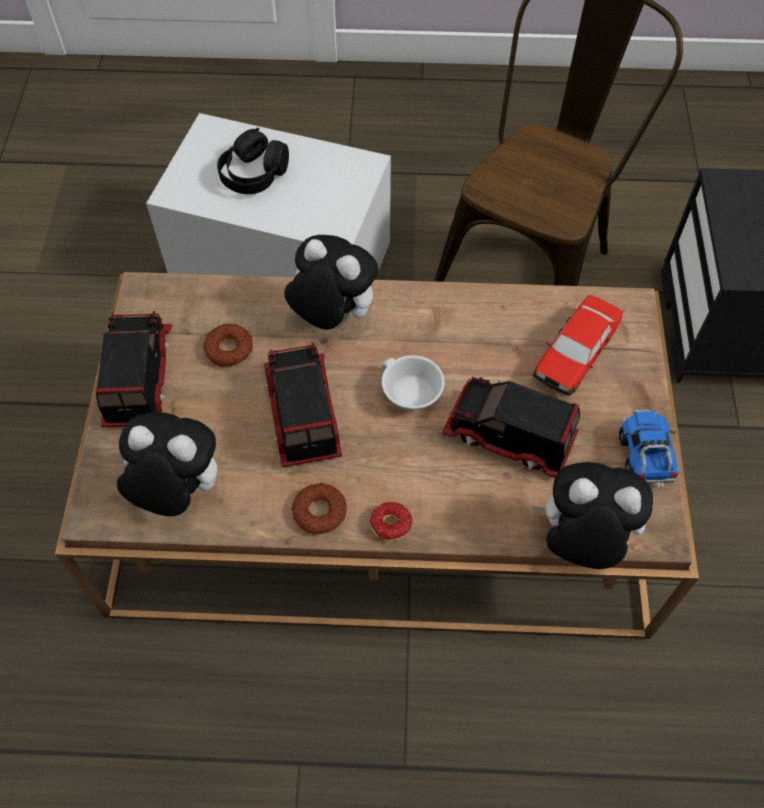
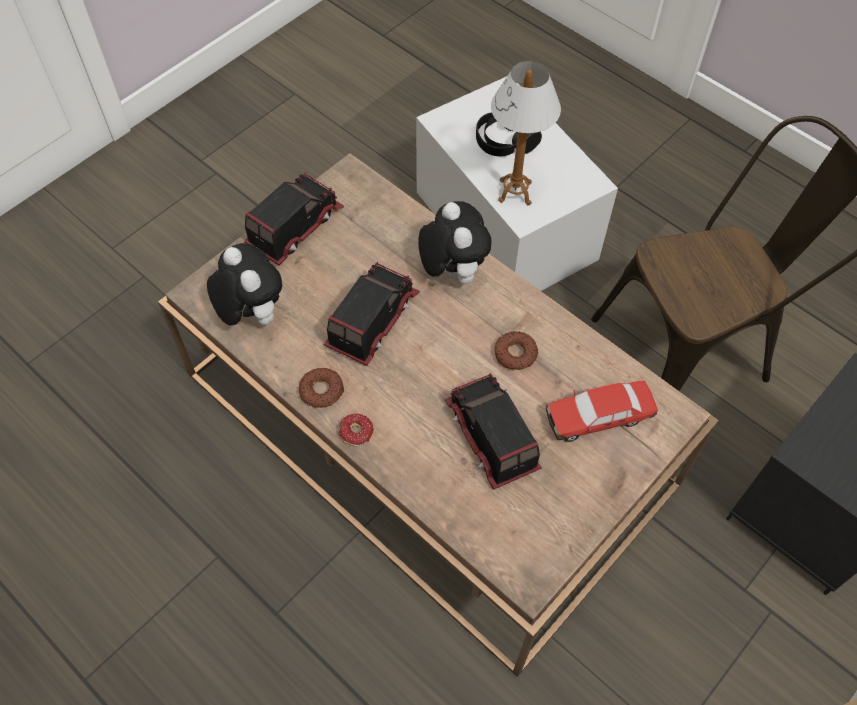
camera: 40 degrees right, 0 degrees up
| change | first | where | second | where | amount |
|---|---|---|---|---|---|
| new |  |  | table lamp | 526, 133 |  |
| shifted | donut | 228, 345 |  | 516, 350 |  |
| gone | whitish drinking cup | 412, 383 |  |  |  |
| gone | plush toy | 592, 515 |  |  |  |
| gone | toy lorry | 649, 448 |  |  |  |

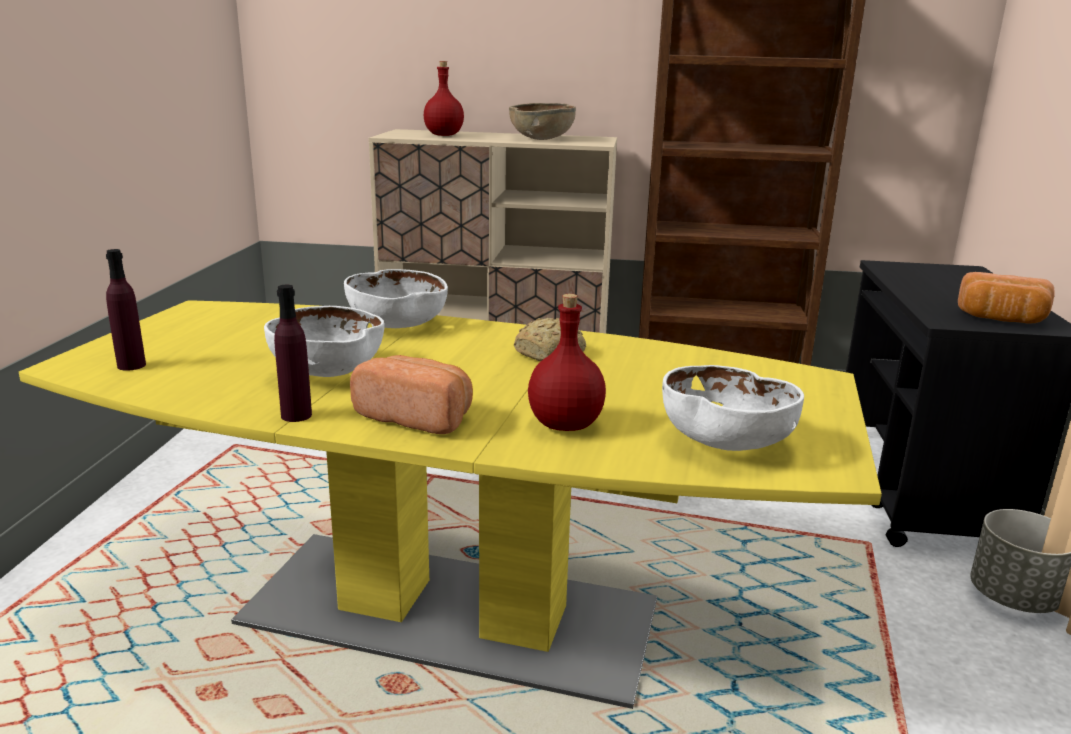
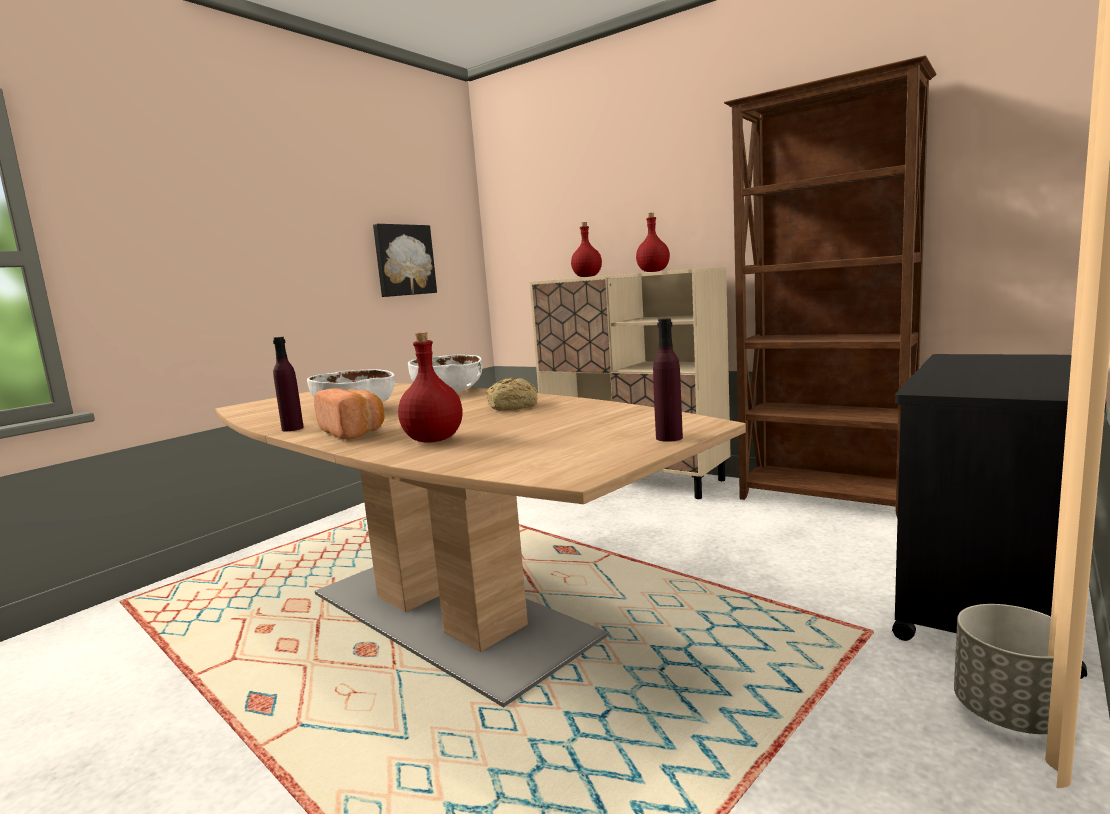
camera: 30 degrees right, 10 degrees down
| change | first | where | second | where | amount |
|---|---|---|---|---|---|
| repainted | yellow-coloured dining table | 450, 504 | brown dining table | 480, 545 |  |
| new |  |  | picture | 405, 260 |  |
| swapped | brown bowl | 542, 121 | red-coloured drink bottle | 653, 242 |  |
| shifted | purple drink bottle | 126, 310 |  | 668, 380 |  |
| gone | whitish bowl | 733, 408 |  |  |  |
| gone | bakery bread | 1006, 298 |  |  |  |

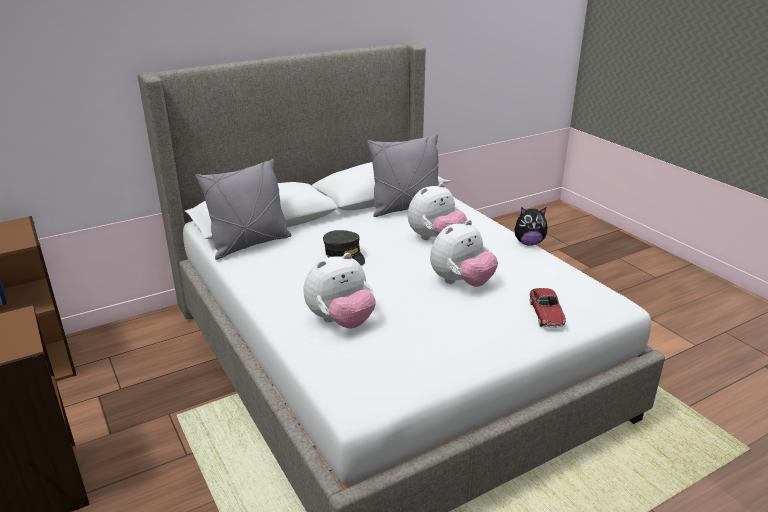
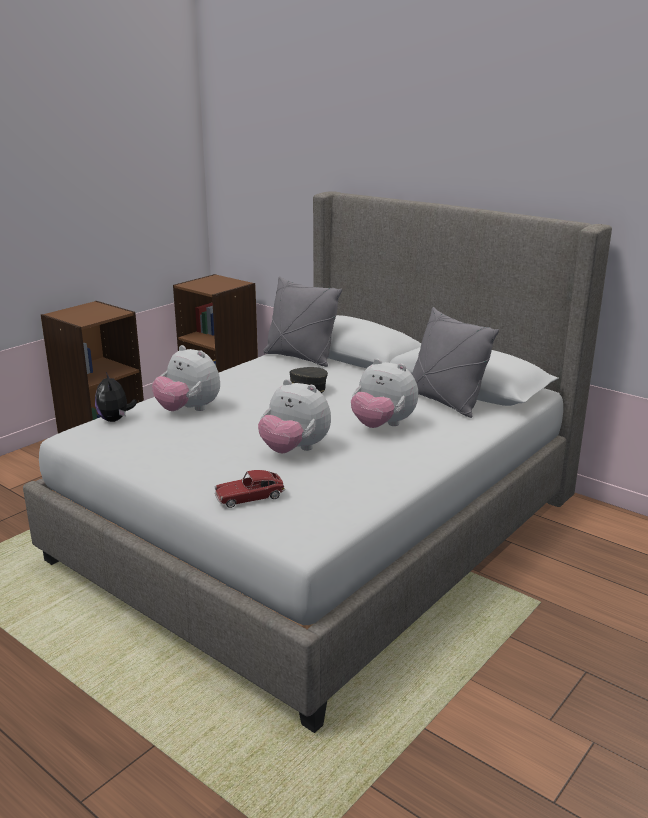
camera: 70 degrees right, 5 degrees down
| change | first | where | second | where | amount |
|---|---|---|---|---|---|
| shifted | plush toy | 531, 226 |  | 116, 397 |  |

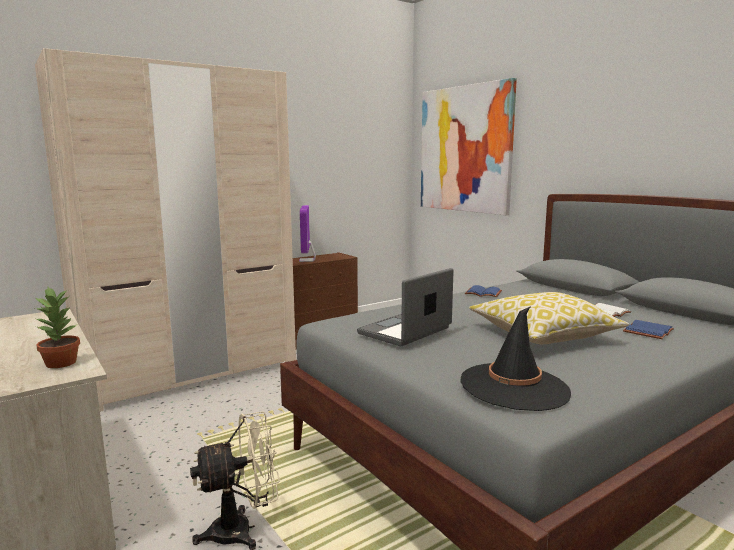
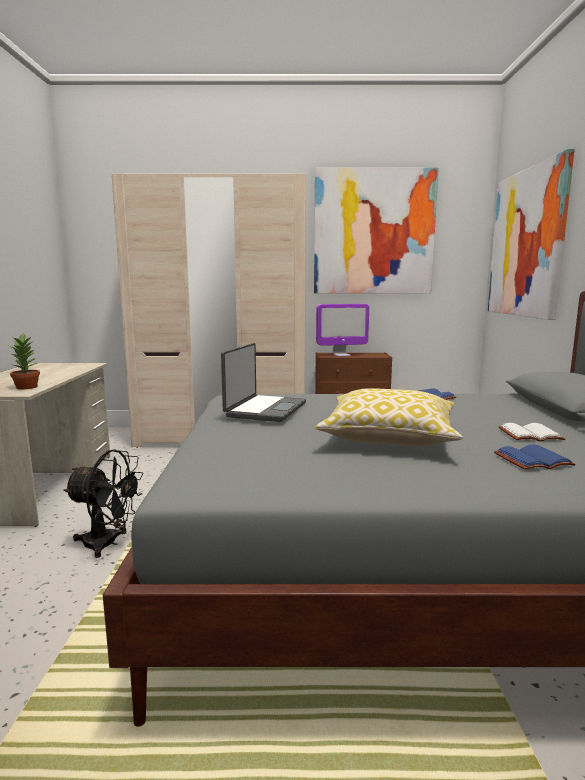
camera: 35 degrees right, 0 degrees up
| change | first | where | second | where | amount |
|---|---|---|---|---|---|
| repainted | beige cooling fan | 235, 480 | blackish cooling fan | 103, 504 |  |
| rotated | portable computer | 405, 307 |  | 263, 382 | 120 degrees clockwise |
| new |  |  | picture | 376, 230 |  |
| rotated | computer screen | 307, 233 |  | 342, 330 | 135 degrees counterclockwise |
| gone | blackish hat | 515, 358 |  |  |  |

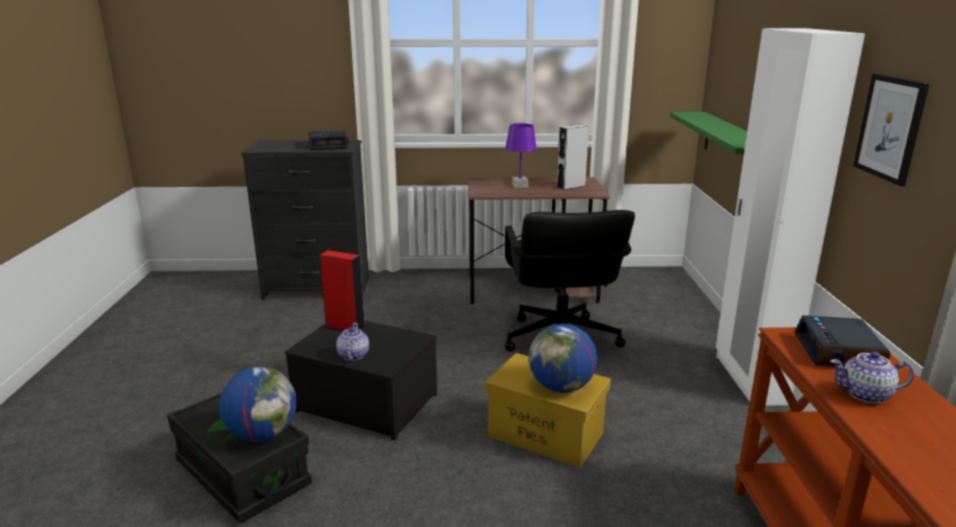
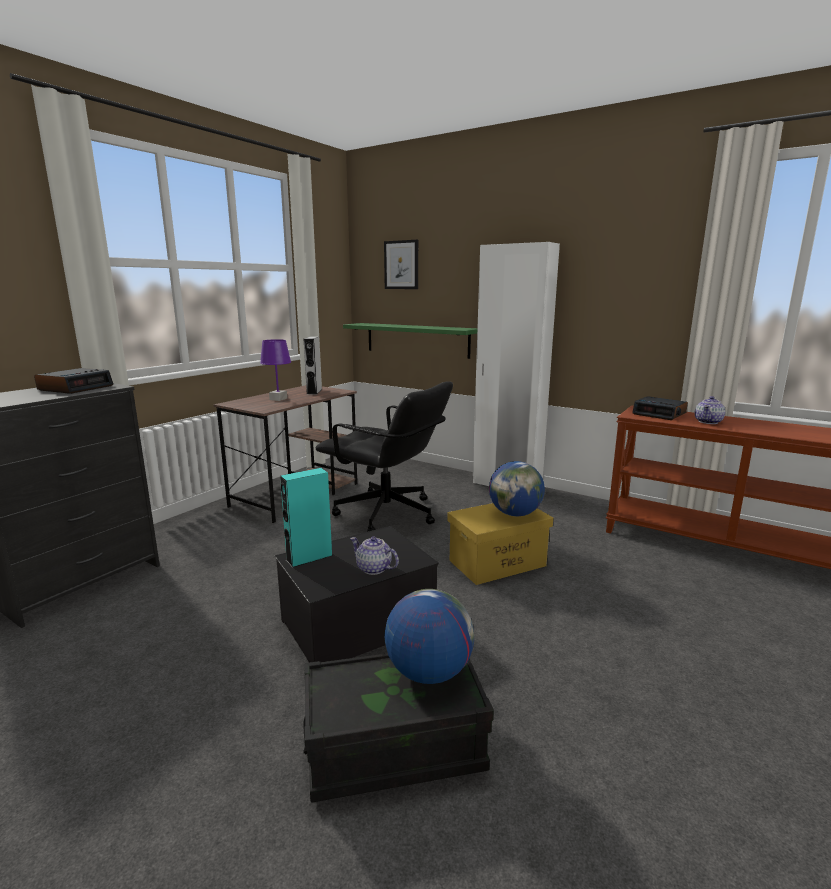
camera: 55 degrees left, 5 degrees down
| change | first | where | second | where | amount |
|---|---|---|---|---|---|
| repainted | red-coloured loudspeaker | 342, 290 | turquoise loudspeaker | 306, 518 |  |
| shifted | picture | 891, 130 |  | 401, 264 |  |

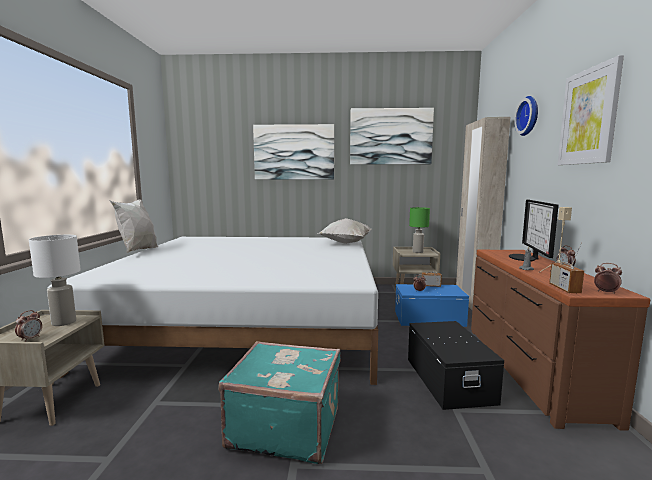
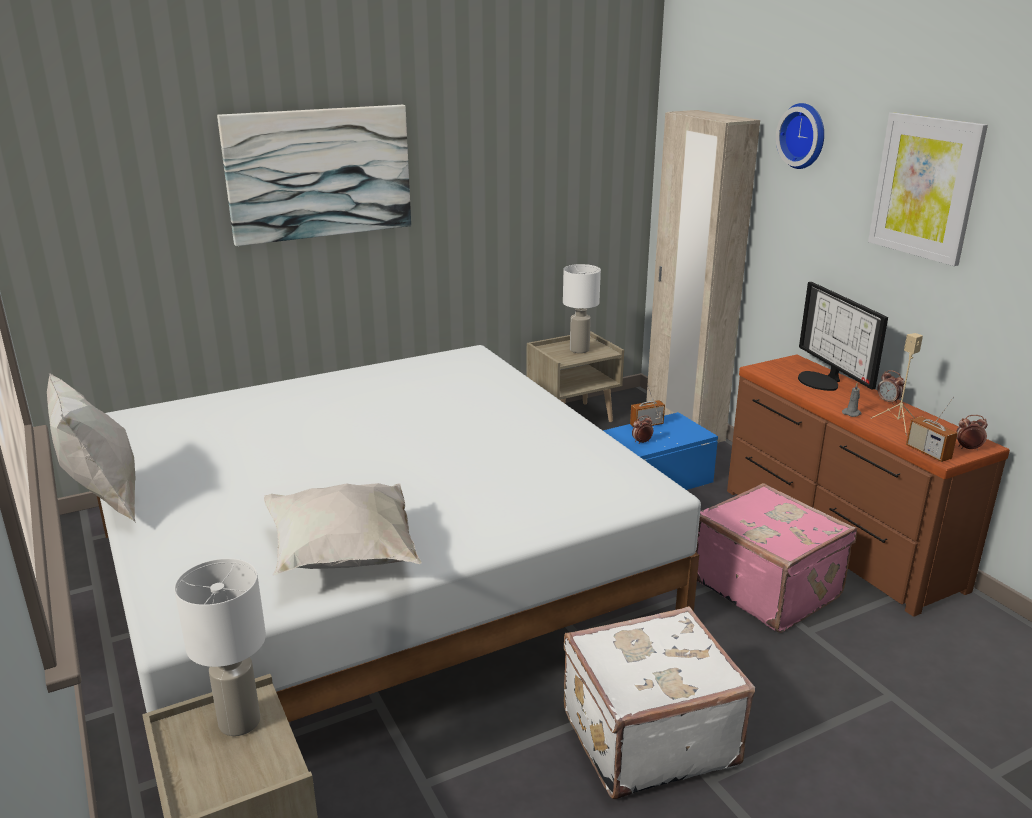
camera: 30 degrees left, 15 degrees up
| change | first | where | second | where | amount |
|---|---|---|---|---|---|
| shifted | whitish cushion | 344, 231 |  | 343, 529 |  |
| repainted | greenish table lamp | 419, 230 | whitish table lamp | 582, 308 |  |
| repainted | turquoise travel case | 280, 402 | whitish travel case | 659, 702 |  |
| swapped | blackish storage box | 456, 365 | pinkish travel case | 776, 558 |  |
| gone | bedside clock | 28, 326 |  |  |  |
| gone | picture | 392, 136 |  |  |  |

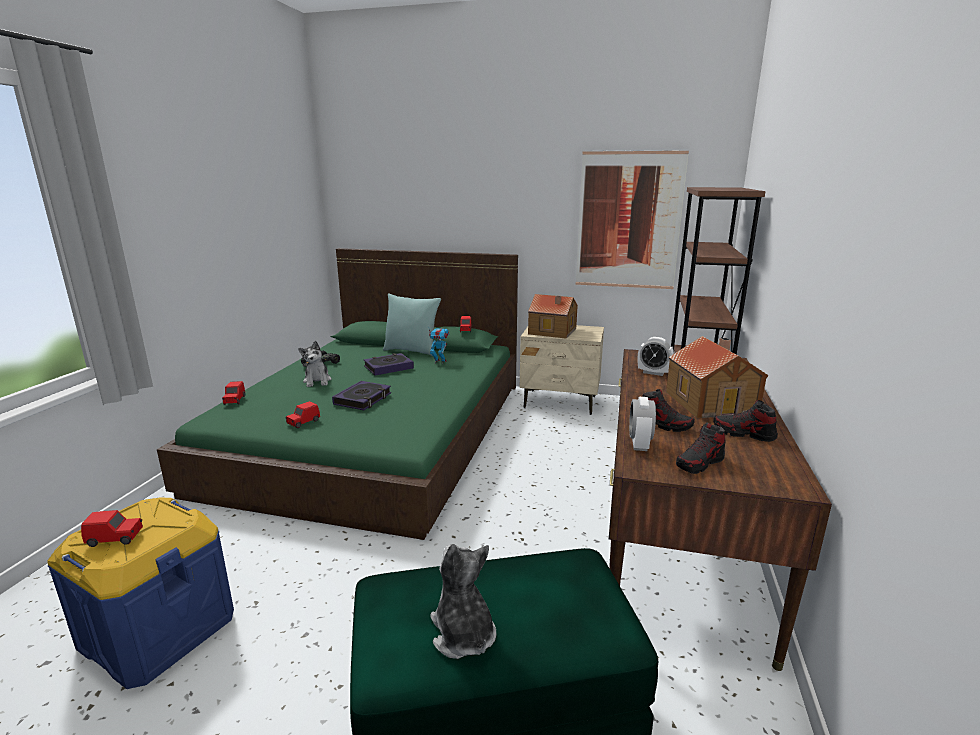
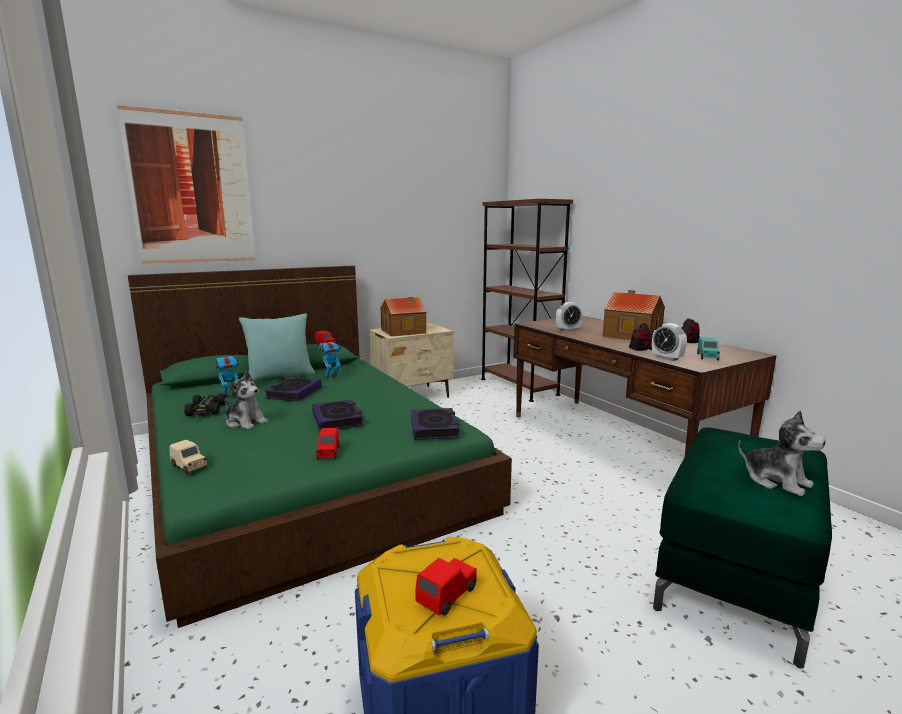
camera: 45 degrees left, 5 degrees down
| change | first | where | second | where | amount |
|---|---|---|---|---|---|
| shifted | picture | 632, 219 |  | 186, 184 |  |
| repainted | red-coloured toy car | 233, 393 | beige toy car | 188, 457 |  |
| new |  |  | model robot | 227, 377 |  |
| new |  |  | volume | 435, 424 |  |
| swapped | low shoe | 701, 448 | turquoise toy car | 708, 348 |  |
| rotated | plush toy | 463, 601 |  | 782, 453 | 150 degrees counterclockwise |

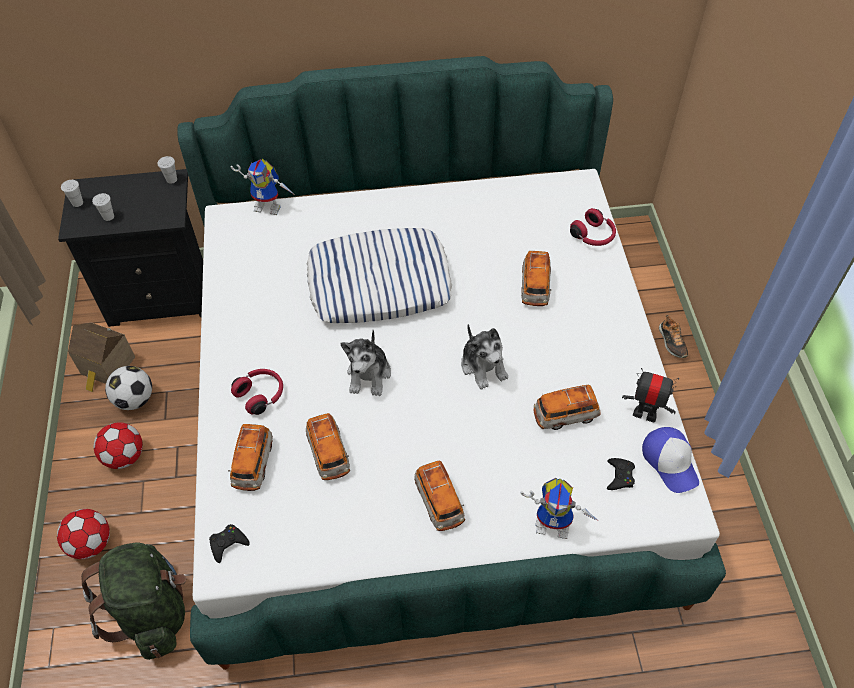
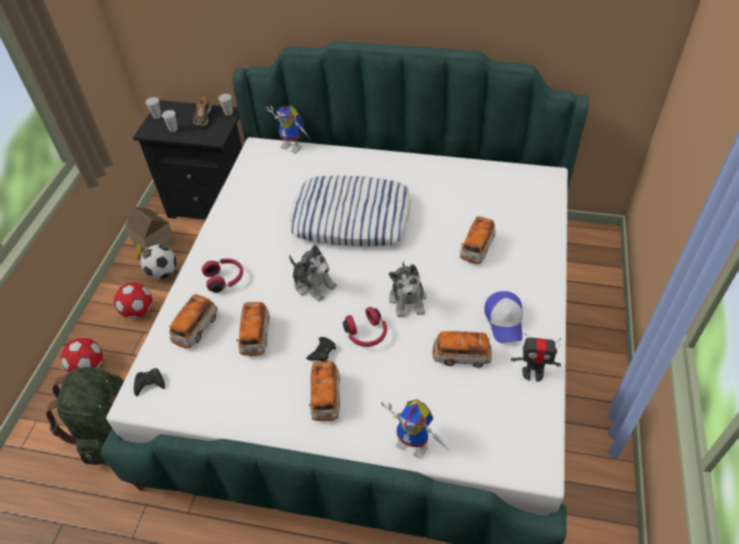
camera: 20 degrees right, 5 degrees down
| change | first | where | second | where | amount |
|---|---|---|---|---|---|
| shifted | low shoe | 673, 336 |  | 202, 110 |  |
| rotated | plush toy | 366, 363 |  | 313, 273 | 75 degrees counterclockwise |
| shifted | blackish gamepad | 621, 474 |  | 321, 349 |  |
| shifted | red-coloured headset | 593, 227 |  | 365, 327 |  |
| shifted | cap | 670, 460 |  | 503, 317 |  |
| rotated | model robot | 650, 395 |  | 536, 358 | 150 degrees clockwise |

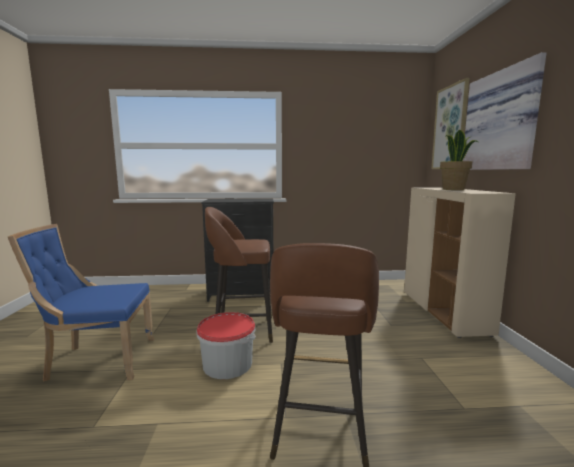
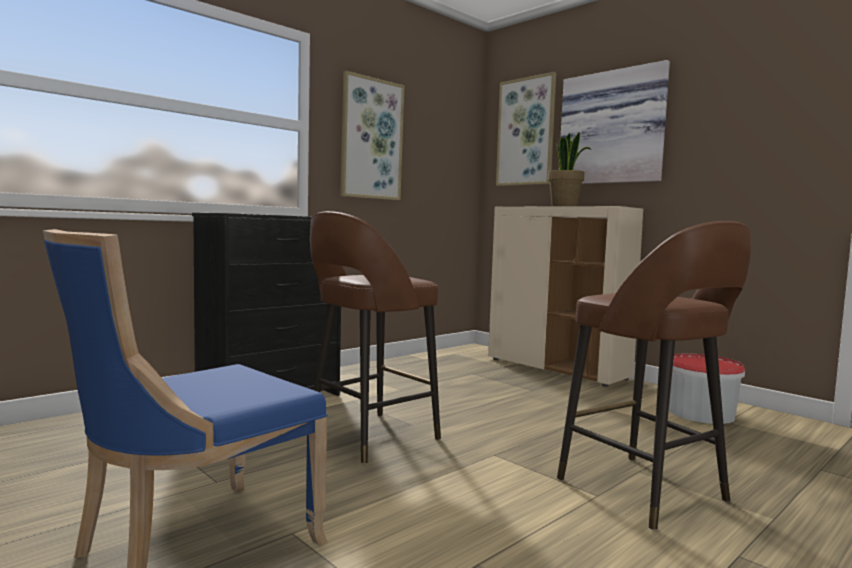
camera: 40 degrees left, 5 degrees down
| change | first | where | second | where | amount |
|---|---|---|---|---|---|
| new |  |  | picture | 372, 135 |  |
| shifted | bucket | 226, 345 |  | 707, 389 |  |

